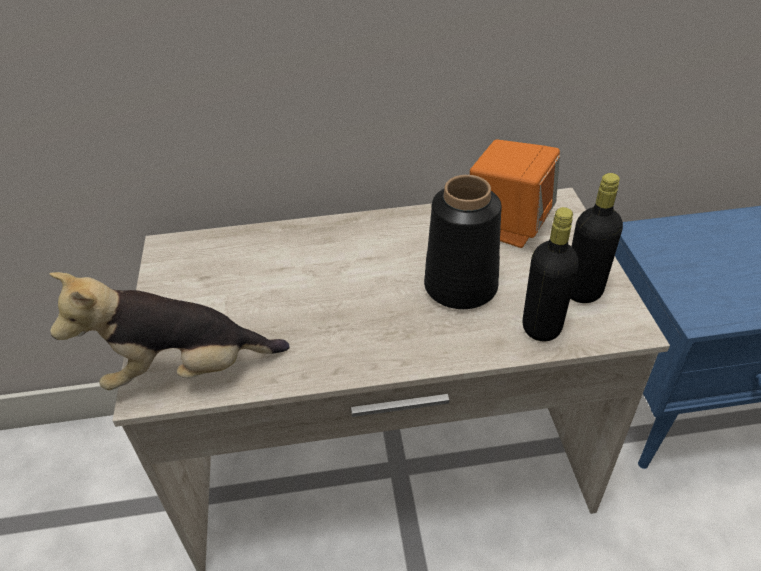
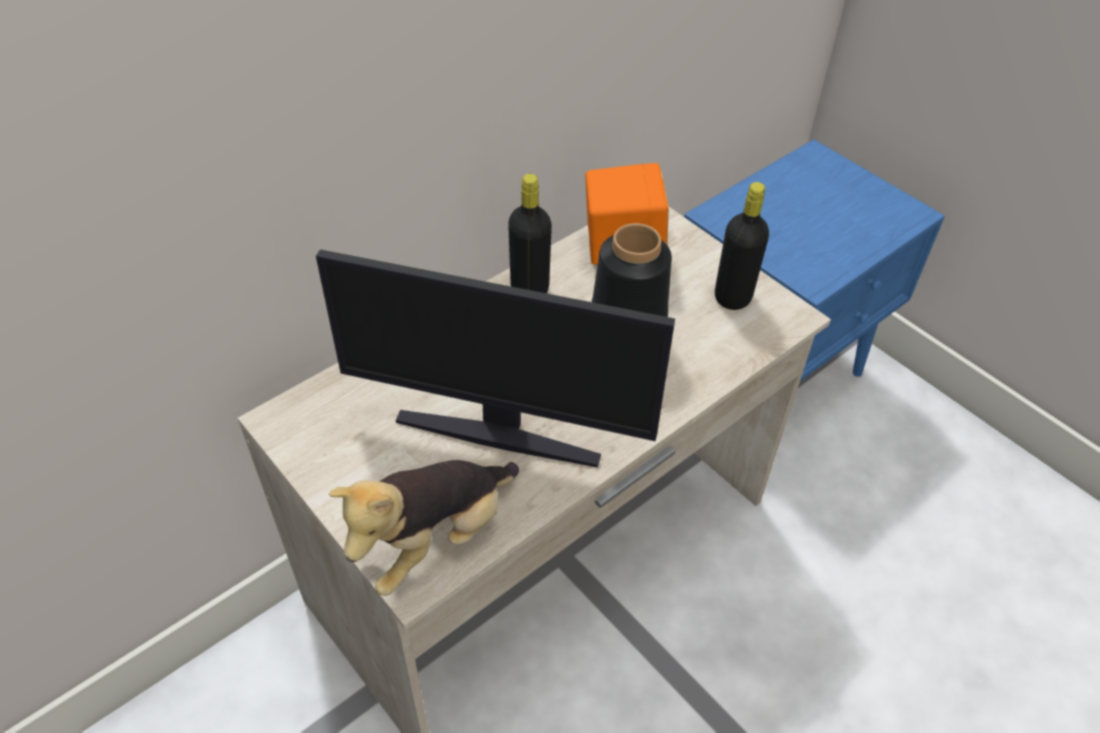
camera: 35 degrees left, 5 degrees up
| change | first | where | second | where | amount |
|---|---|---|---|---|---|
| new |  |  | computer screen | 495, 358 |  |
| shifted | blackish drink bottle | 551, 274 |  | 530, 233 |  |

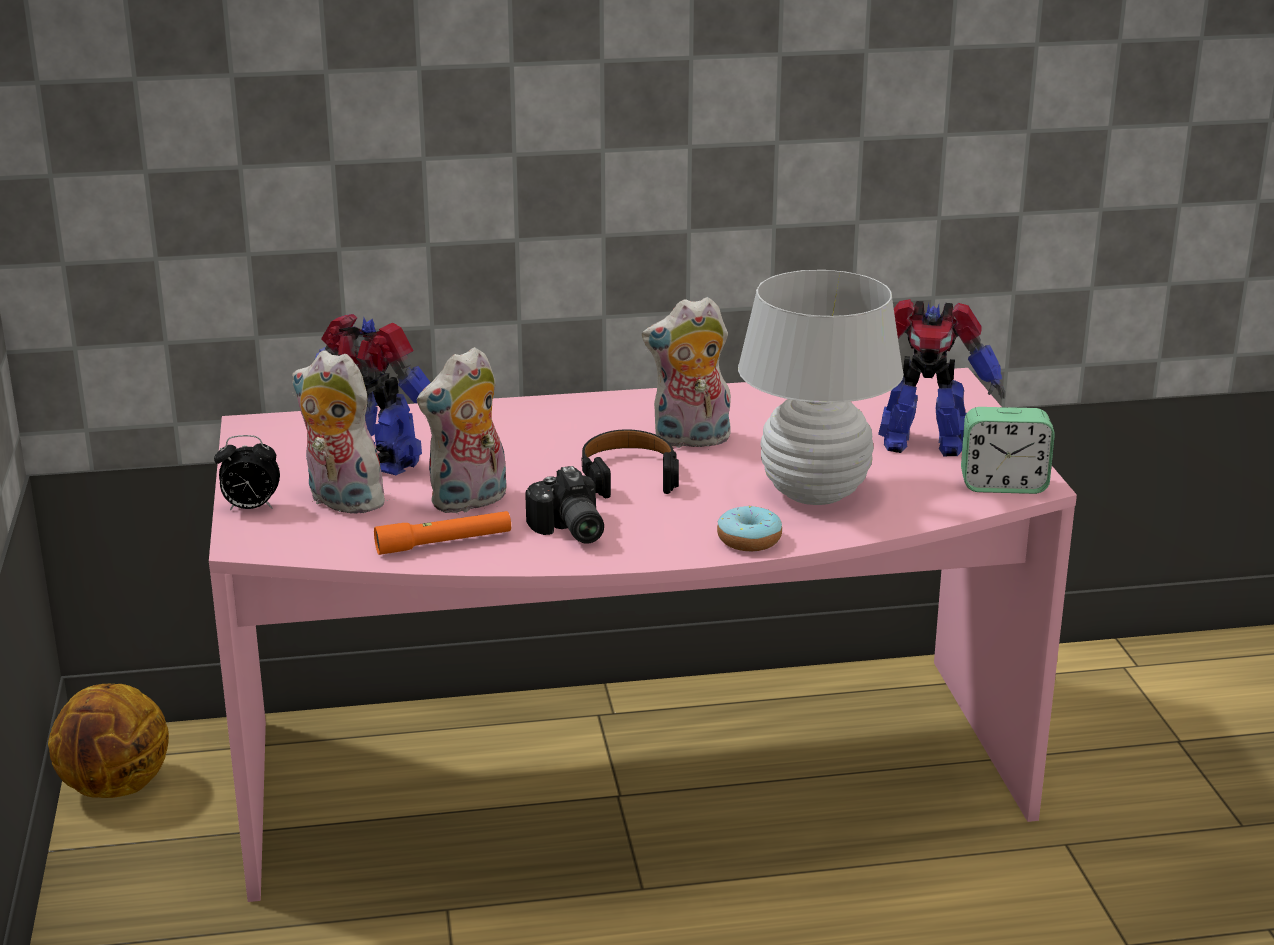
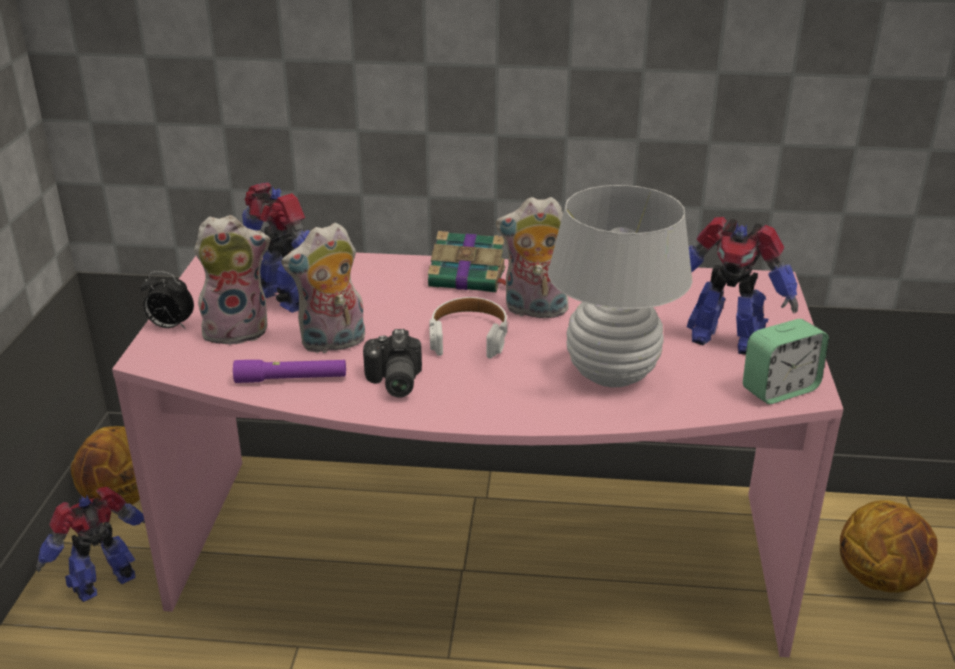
camera: 15 degrees right, 5 degrees up
| change | first | where | second | where | amount |
|---|---|---|---|---|---|
| new |  |  | model robot | 90, 544 |  |
| rotated | plush toy | 342, 432 |  | 232, 280 | 120 degrees clockwise |
| repainted | orange torch | 442, 533 | purple torch | 289, 371 |  |
| new |  |  | volume | 467, 261 |  |
| repainted | blackish headset | 630, 463 | whitish headset | 468, 327 |  |
| rotated | bedside clock | 1008, 450 |  | 786, 361 | 45 degrees counterclockwise |
| new |  |  | ball for basketball | 889, 546 |  |
| gone | donut | 749, 528 |  |  |  |

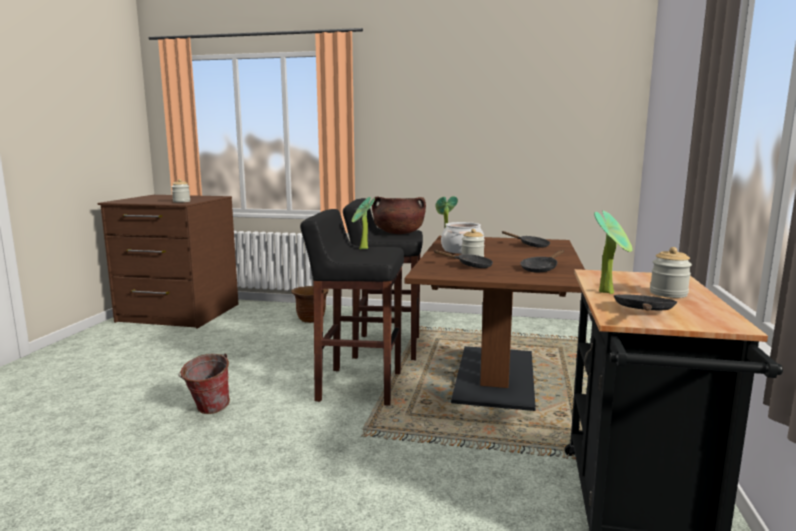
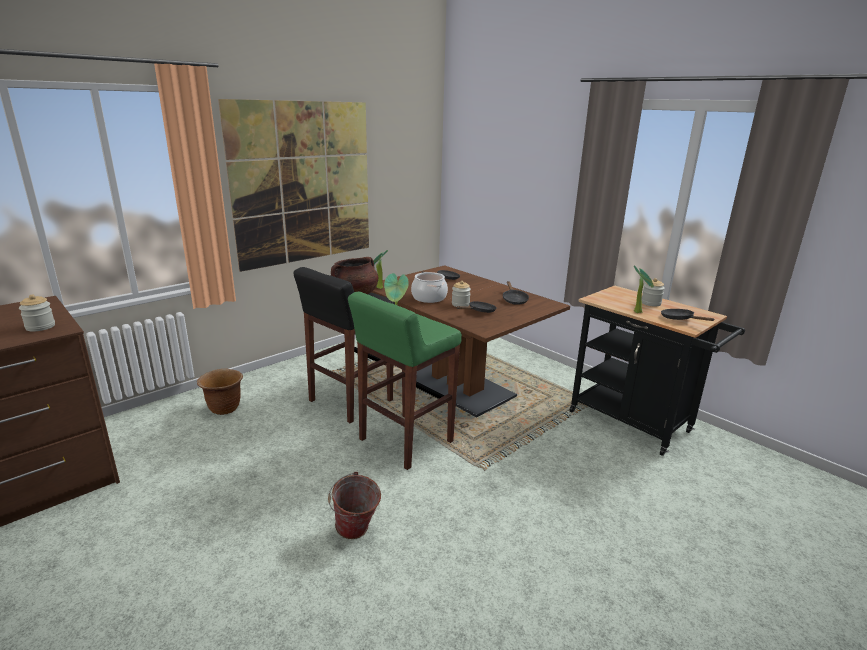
camera: 55 degrees left, 10 degrees up
| change | first | where | second | where | amount |
|---|---|---|---|---|---|
| new |  |  | picture | 293, 185 |  |
| repainted | blackish stool seat | 352, 307 | greenish stool seat | 405, 381 |  |

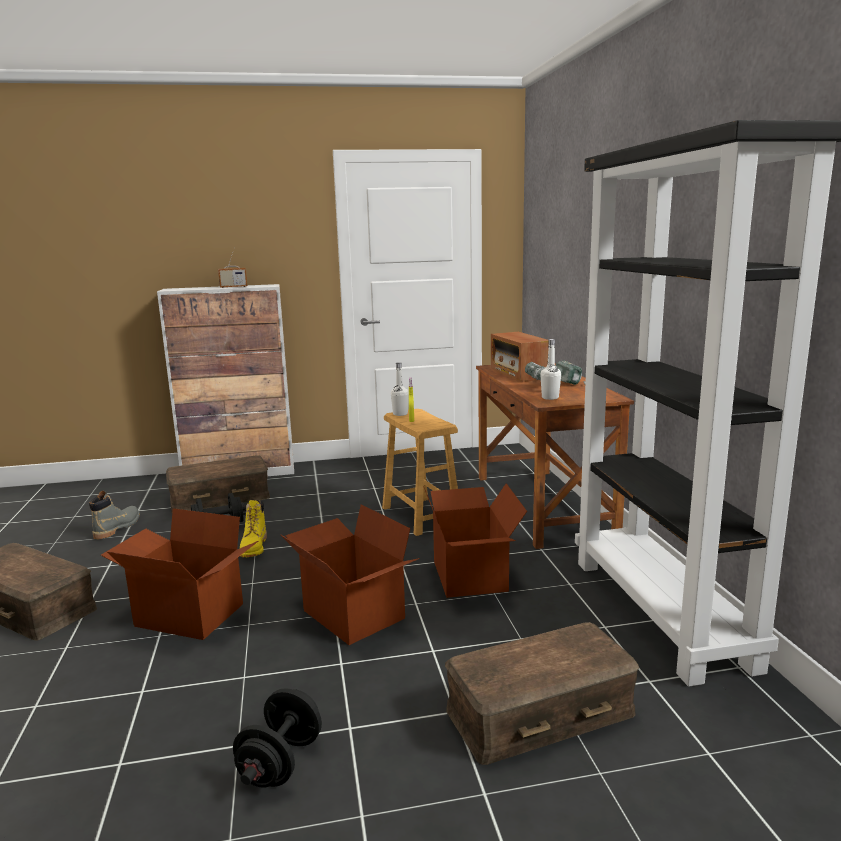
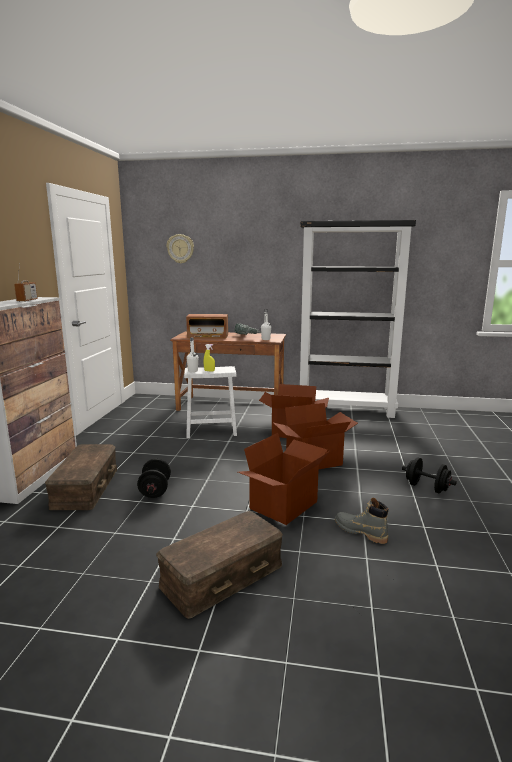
camera: 70 degrees left, 0 degrees up
| change | first | where | second | where | amount |
|---|---|---|---|---|---|
| new |  |  | wall clock | 180, 249 |  |
| repainted | brown stool seat | 420, 472 | whitish stool seat | 210, 402 |  |
| shifted | grey high-top boot | 114, 515 |  | 362, 521 |  |
| gone | yellow-coloured high-top boot | 253, 528 |  |  |  |
| gone | brown storage box | 542, 693 |  |  |  |

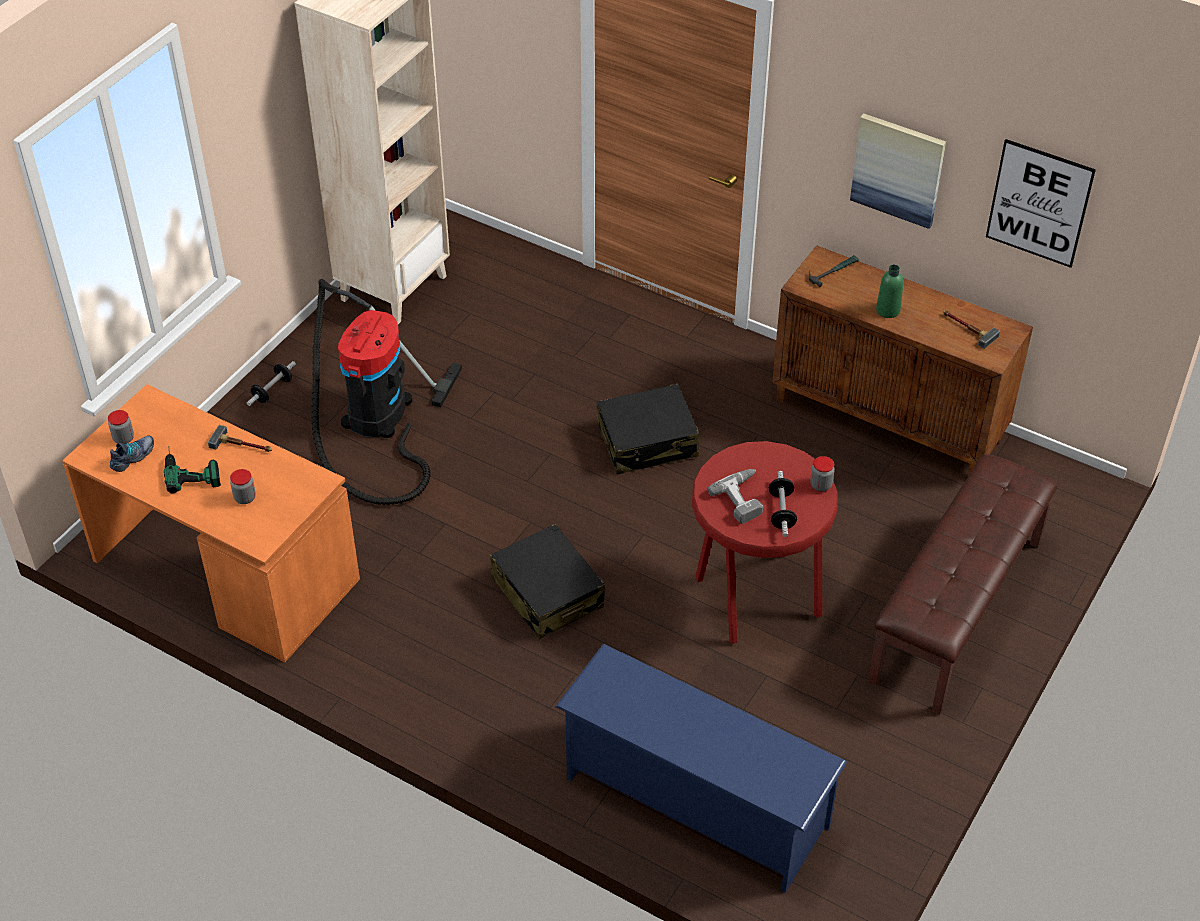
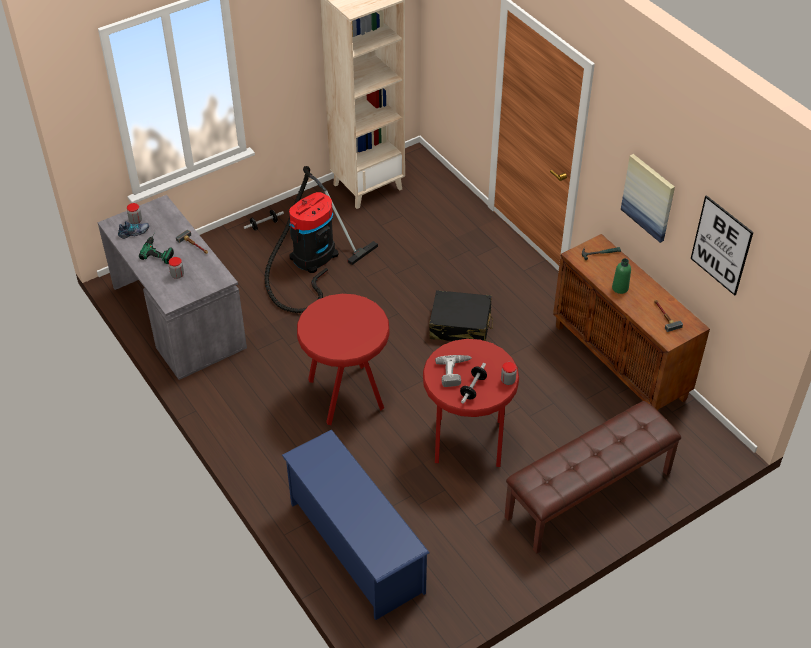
camera: 25 degrees right, 0 degrees up
| change | first | where | second | where | amount |
|---|---|---|---|---|---|
| repainted | orange desk table | 211, 523 | grey desk table | 172, 287 |  |
| swapped | blackish travel case | 547, 581 | red-coloured stool seat | 343, 359 |  |

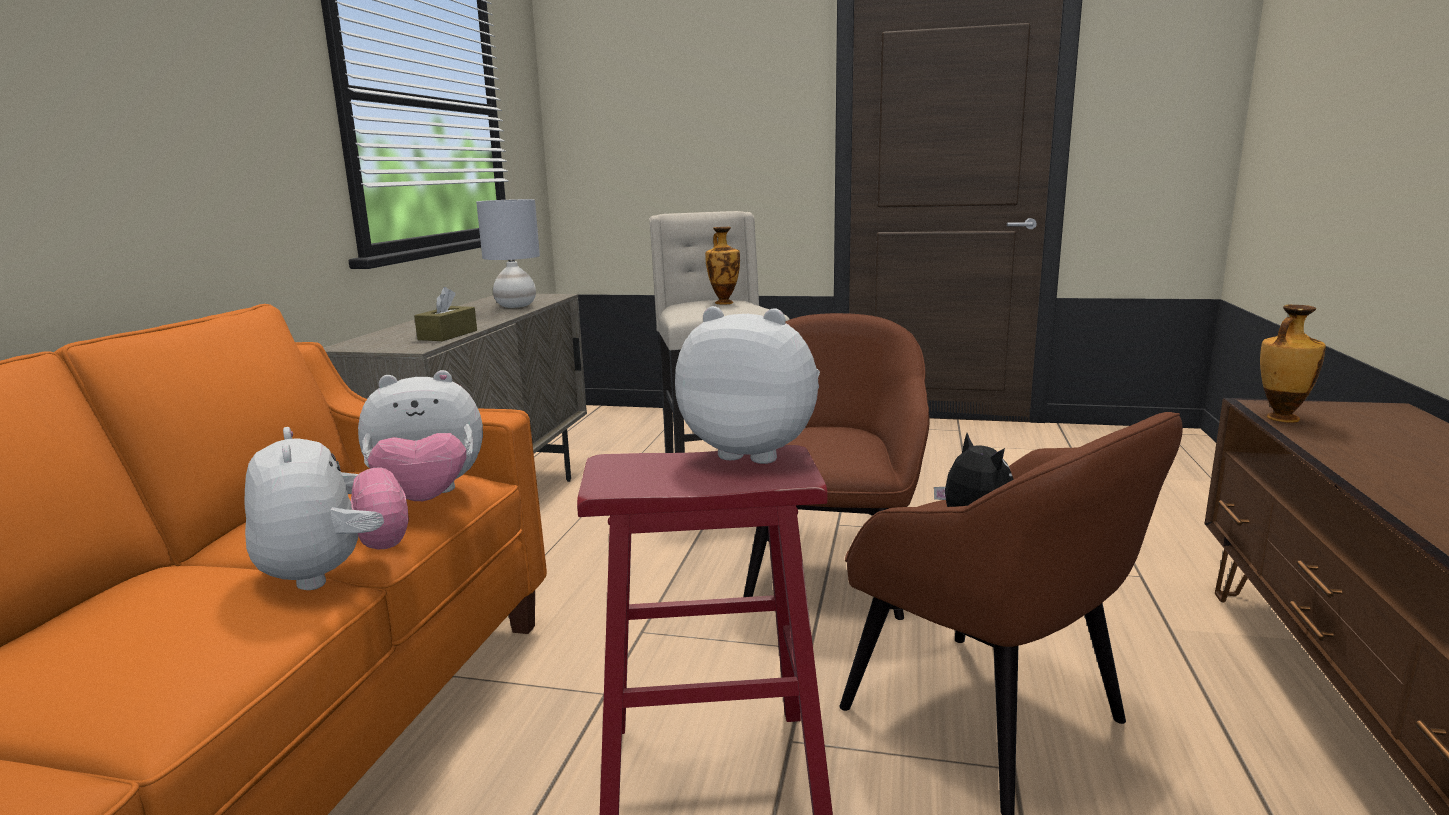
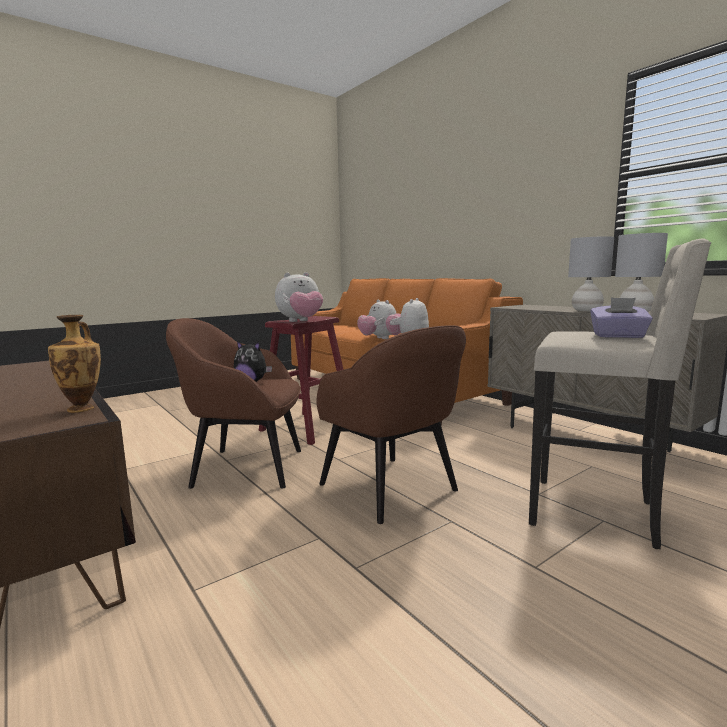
camera: 130 degrees right, 5 degrees down
| change | first | where | second | where | amount |
|---|---|---|---|---|---|
| rotated | plush toy | 327, 508 |  | 377, 319 | 45 degrees clockwise |
| new |  |  | grey table lamp | 591, 274 |  |
| swapped | decorative vase | 722, 266 | purple box of tissues | 621, 317 |  |
| gone | brown box of tissues | 445, 314 |  |  |  |

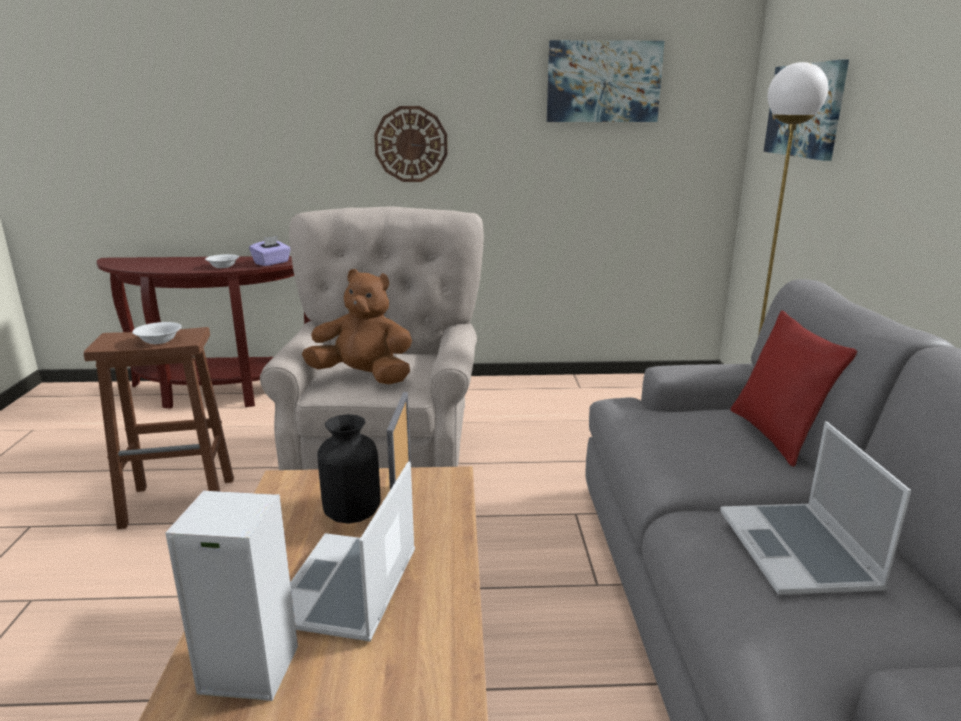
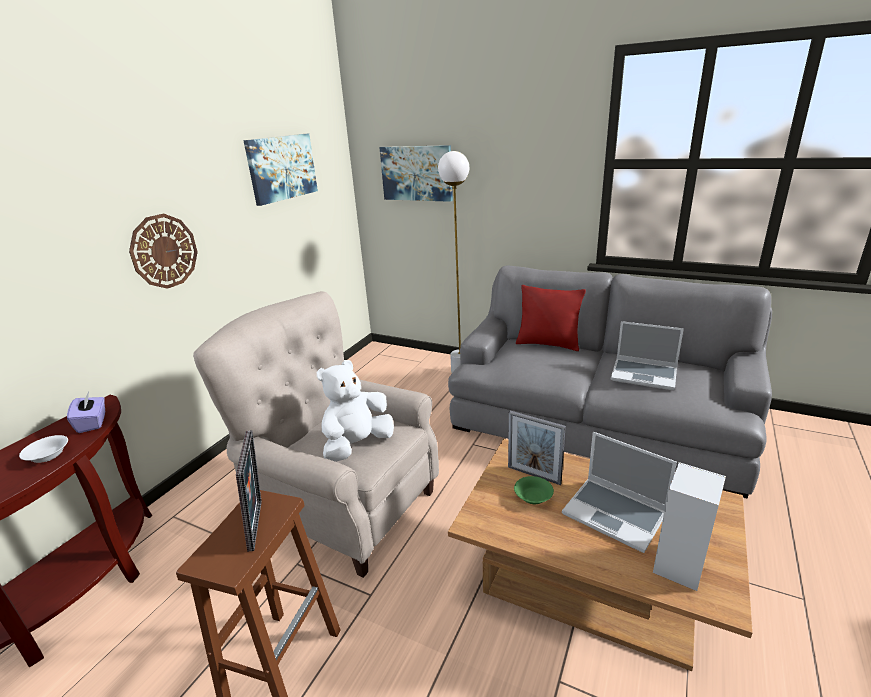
camera: 60 degrees left, 5 degrees up
| change | first | where | second | where | amount |
|---|---|---|---|---|---|
| swapped | whitish bowl | 157, 333 | picture frame | 249, 491 |  |
| repainted | brown plush toy | 357, 326 | whitish plush toy | 355, 411 |  |
| swapped | blackish decorative vase | 349, 469 | greenish bowl | 534, 490 |  |

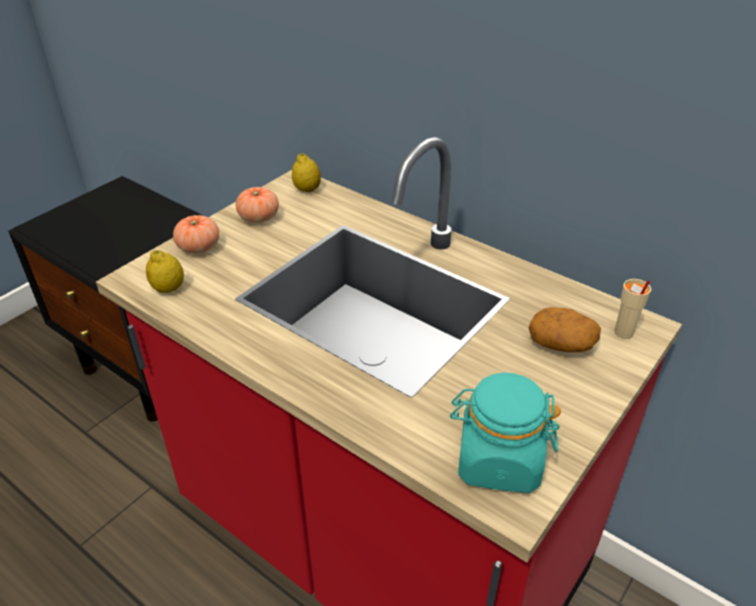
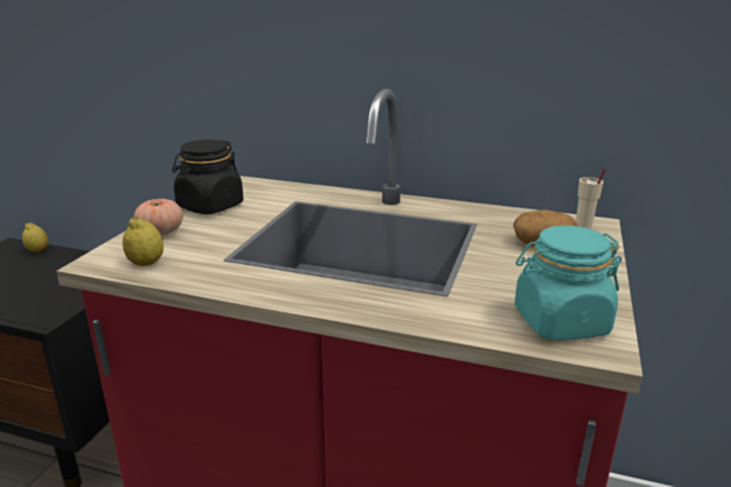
camera: 20 degrees left, 15 degrees down
| change | first | where | second | where | amount |
|---|---|---|---|---|---|
| shifted | lemon | 306, 172 |  | 35, 237 |  |
| swapped | tomato | 257, 205 | blackish storage jar | 207, 176 |  |

